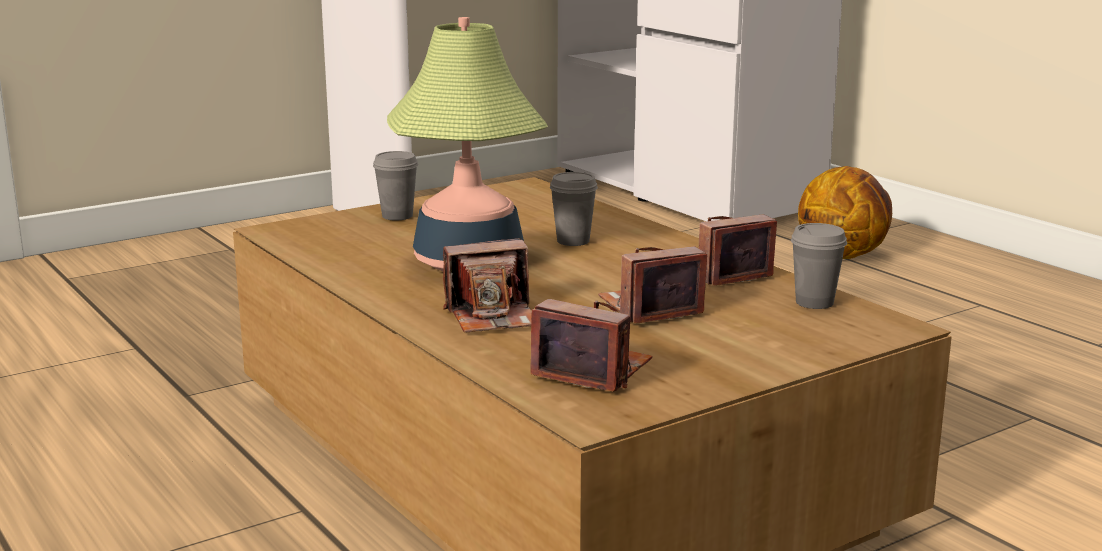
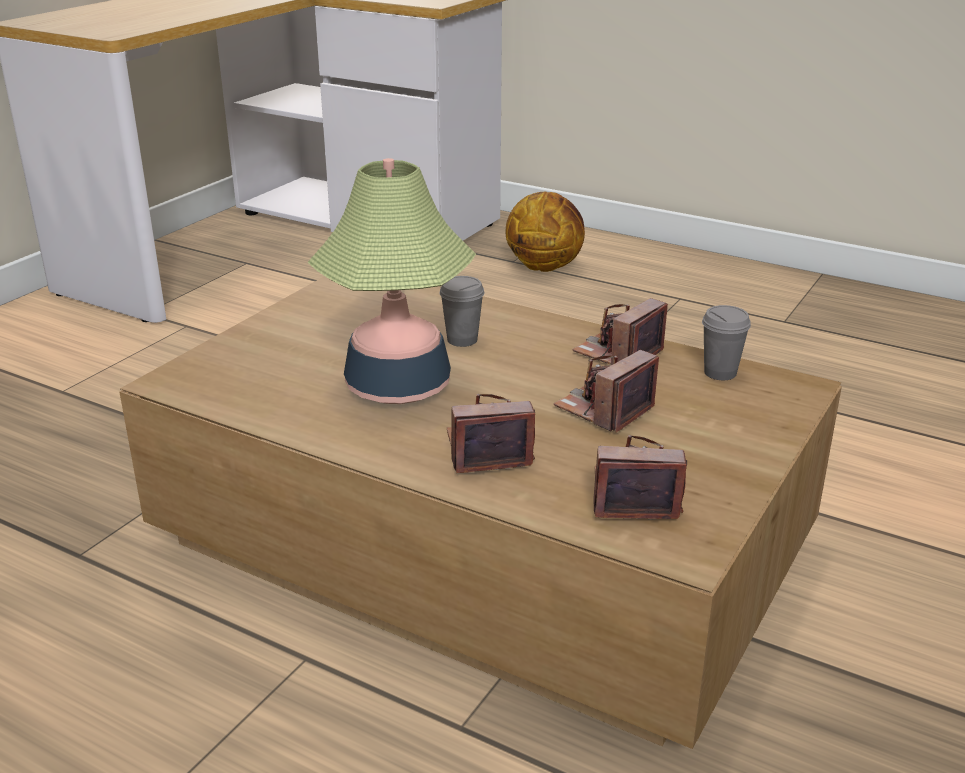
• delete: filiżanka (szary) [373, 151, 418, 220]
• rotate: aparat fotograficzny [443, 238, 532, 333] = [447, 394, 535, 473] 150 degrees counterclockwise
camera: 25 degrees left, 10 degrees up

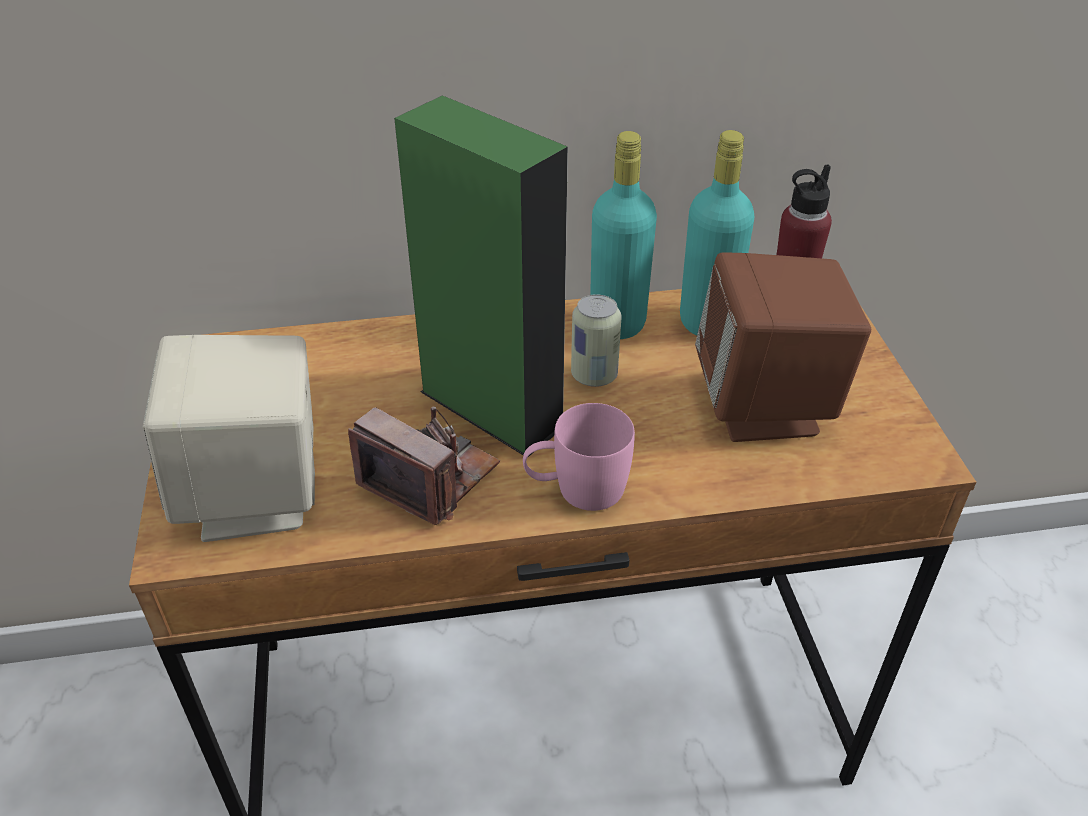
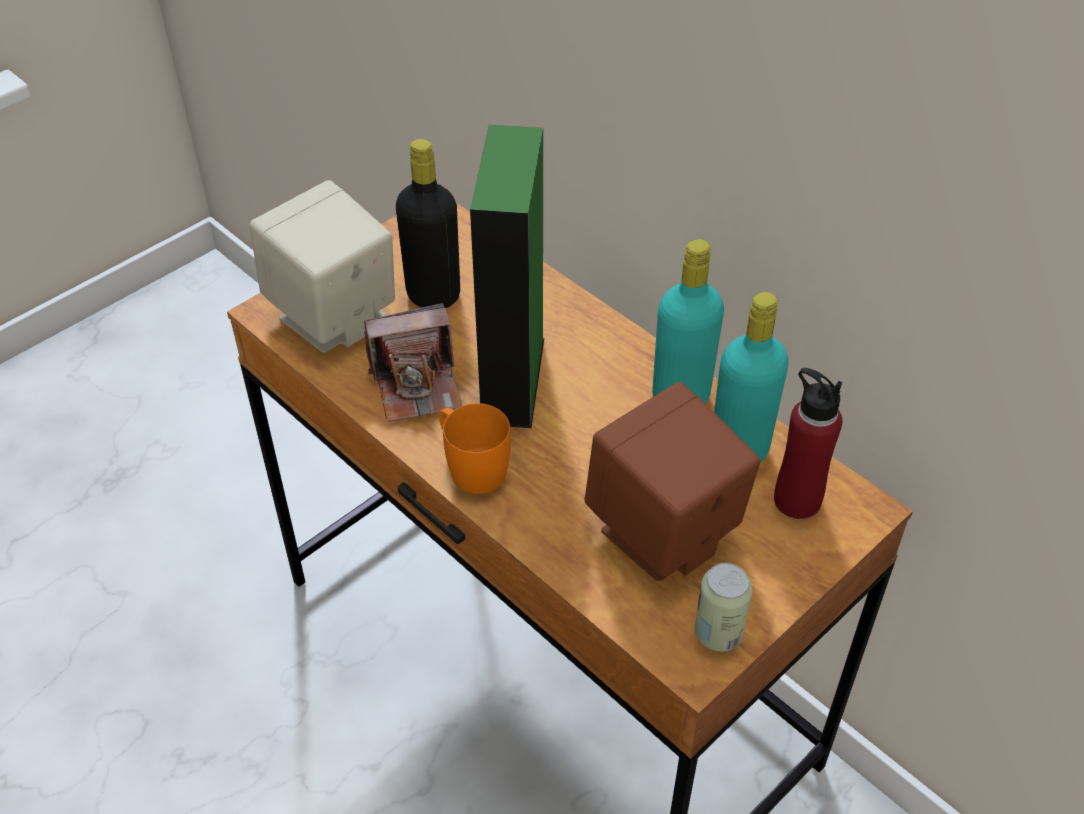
• move: puszka [571, 294, 622, 387] to [694, 563, 752, 652]
• recolor: kubek (różowy) [523, 403, 635, 511] to kubek (pomarańczowy) [439, 403, 511, 494]
• rotate: aparat fotograficzny [348, 407, 500, 525] = [364, 303, 462, 422] 75 degrees clockwise
• insert: butelka (czarny) [396, 139, 460, 308]
camera: 55 degrees right, 5 degrees up

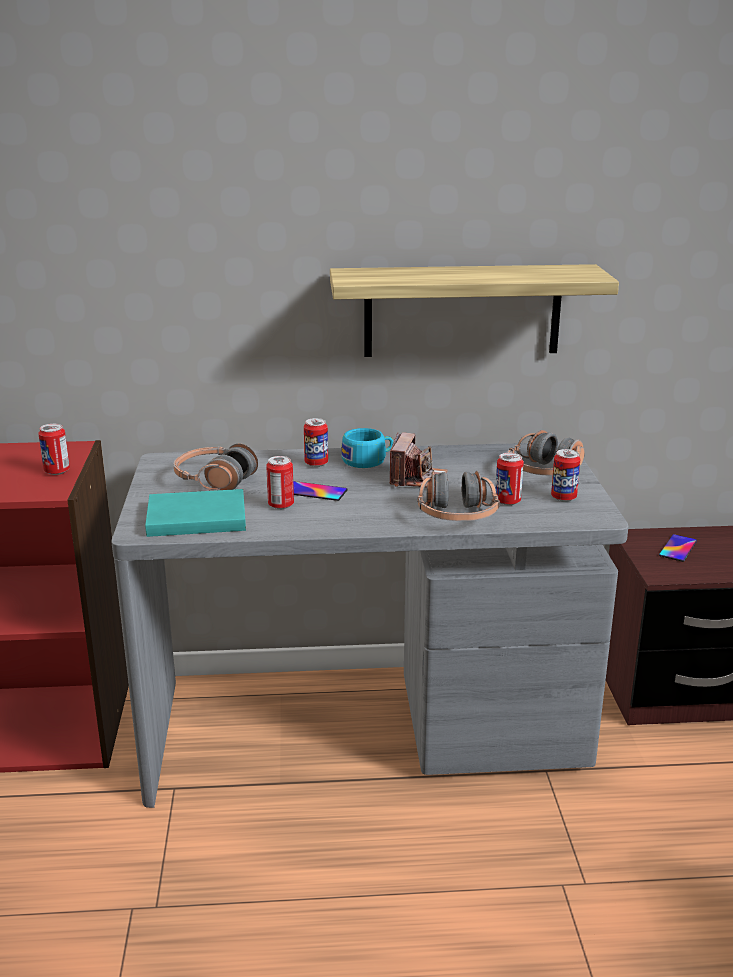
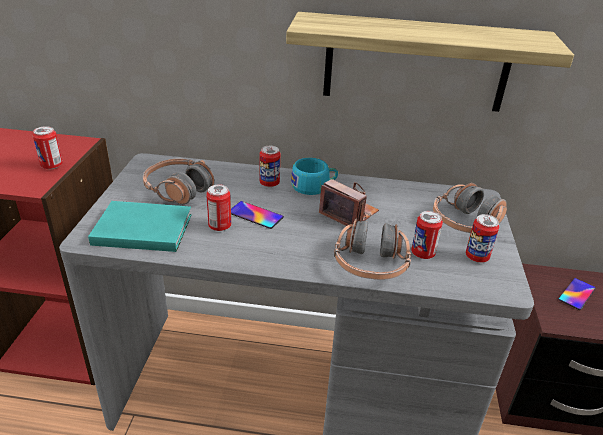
• rotate: aparat fotograficzny [390, 433, 448, 487] = [319, 179, 379, 226] 75 degrees counterclockwise
camera: 10 degrees right, 10 degrees up

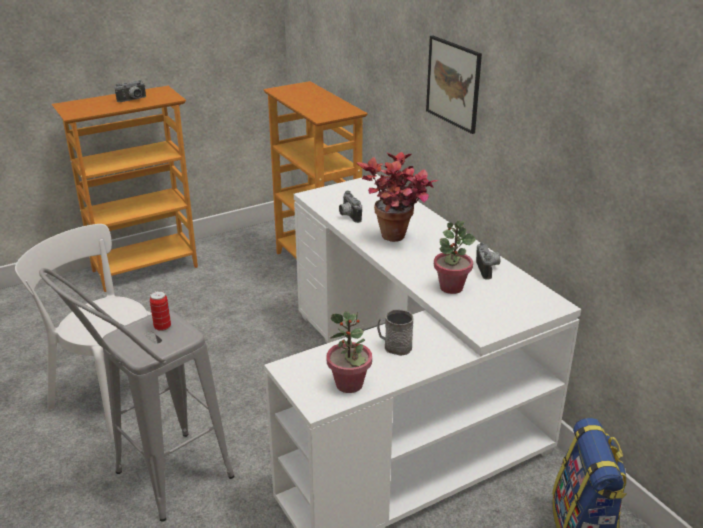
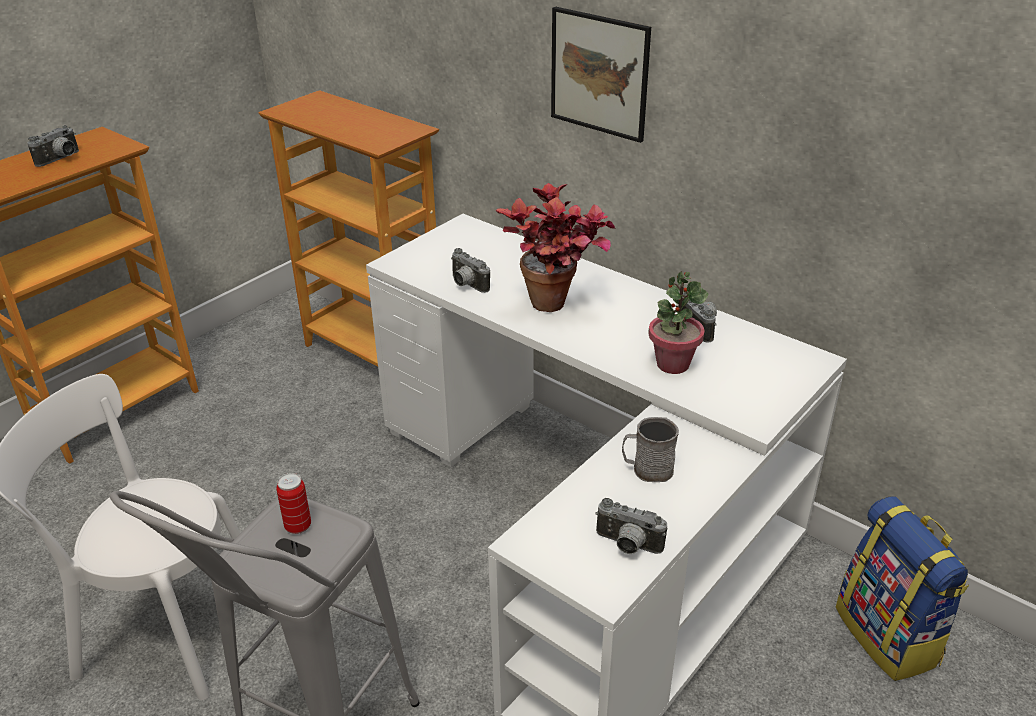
• replace: roślina doniczkowa [327, 311, 372, 393] to aparat fotograficzny [595, 498, 667, 554]
camera: 20 degrees left, 5 degrees up

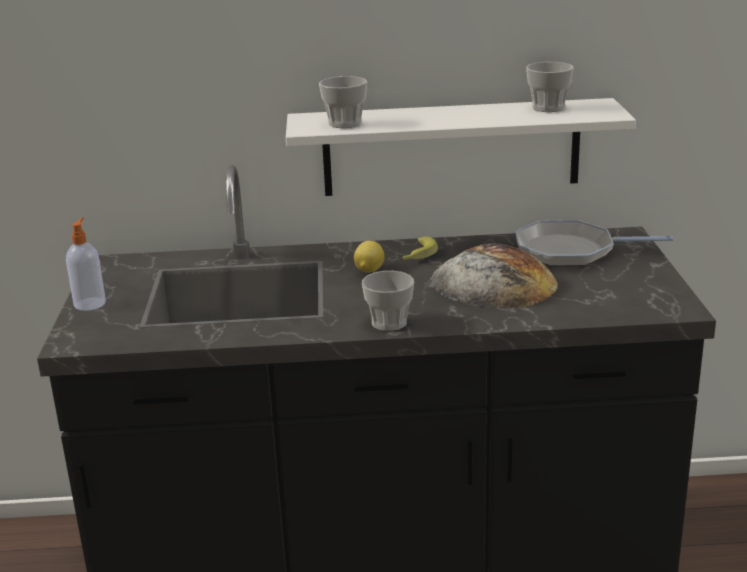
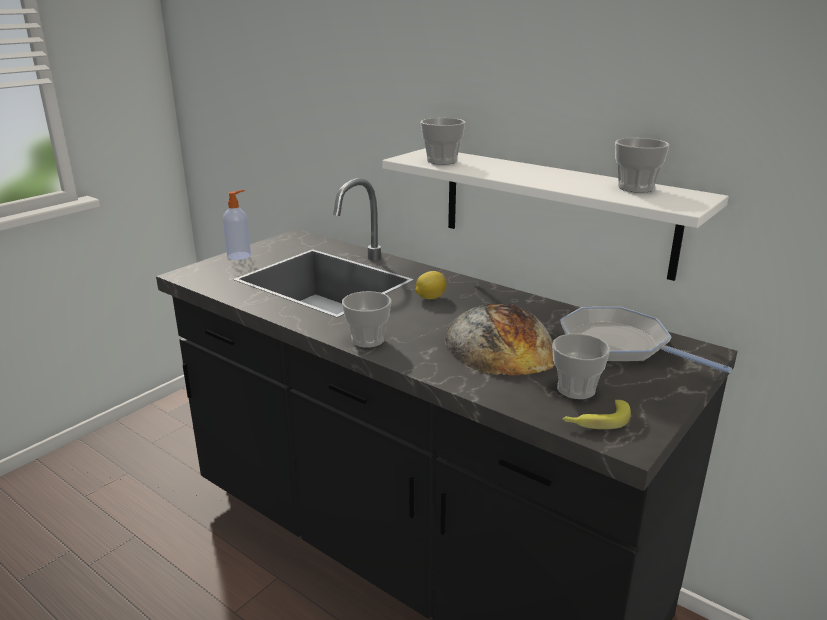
• move: banan [402, 237, 438, 260] to [563, 400, 631, 429]
• insert: filiżanka [552, 334, 610, 399]
camera: 40 degrees right, 0 degrees up

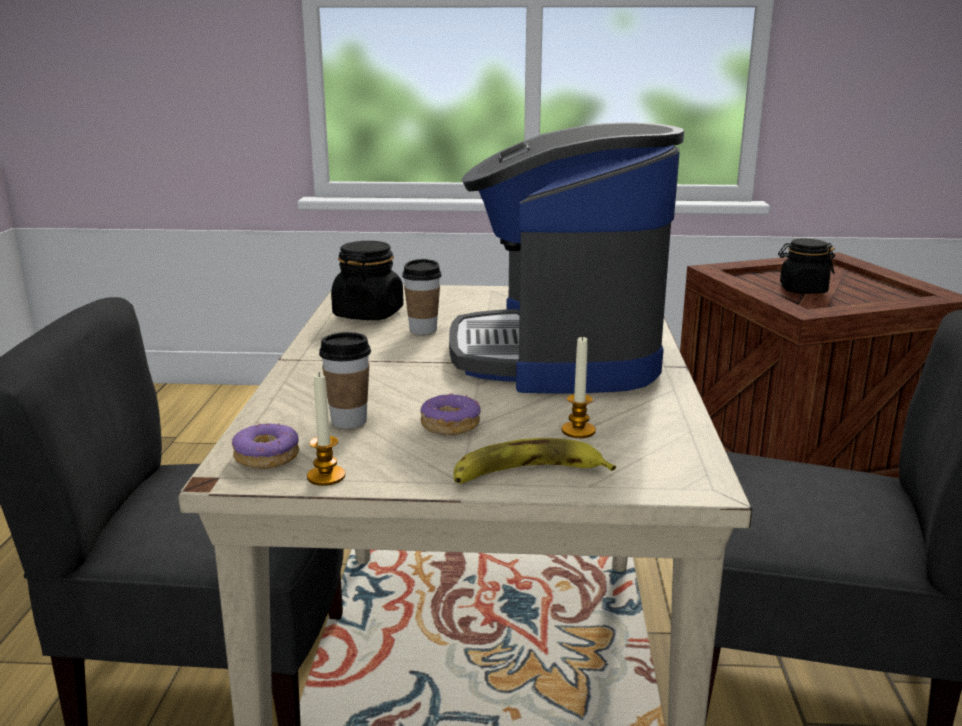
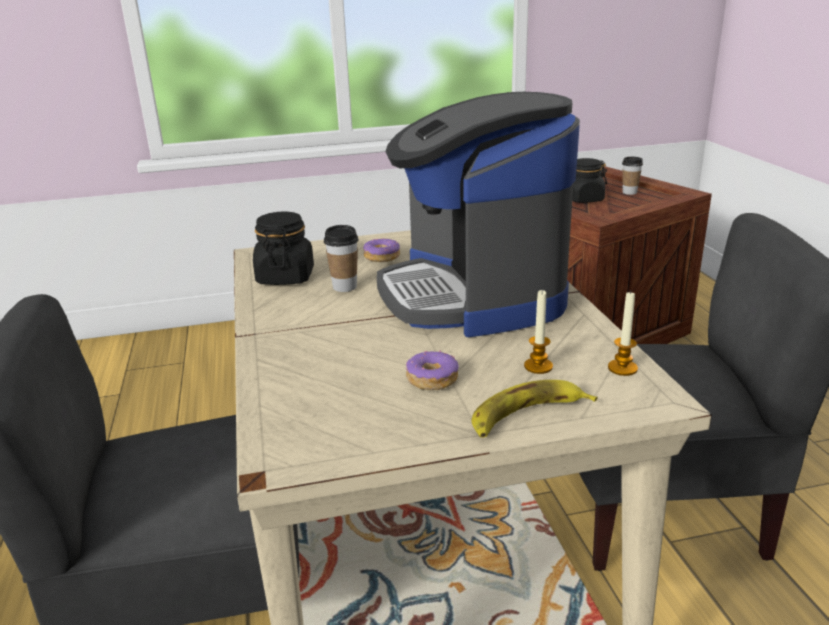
• move: filiżanka [319, 332, 371, 428] to [622, 157, 643, 195]
• move: świeca [307, 373, 345, 486] to [608, 291, 638, 376]
• move: donut [232, 423, 299, 469] to [363, 238, 400, 262]
camera: 15 degrees left, 5 degrees up

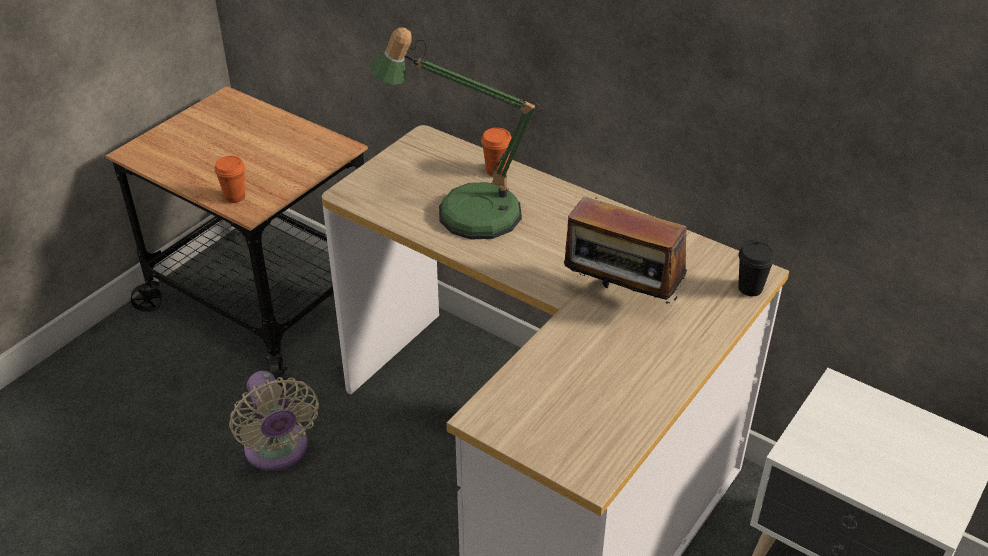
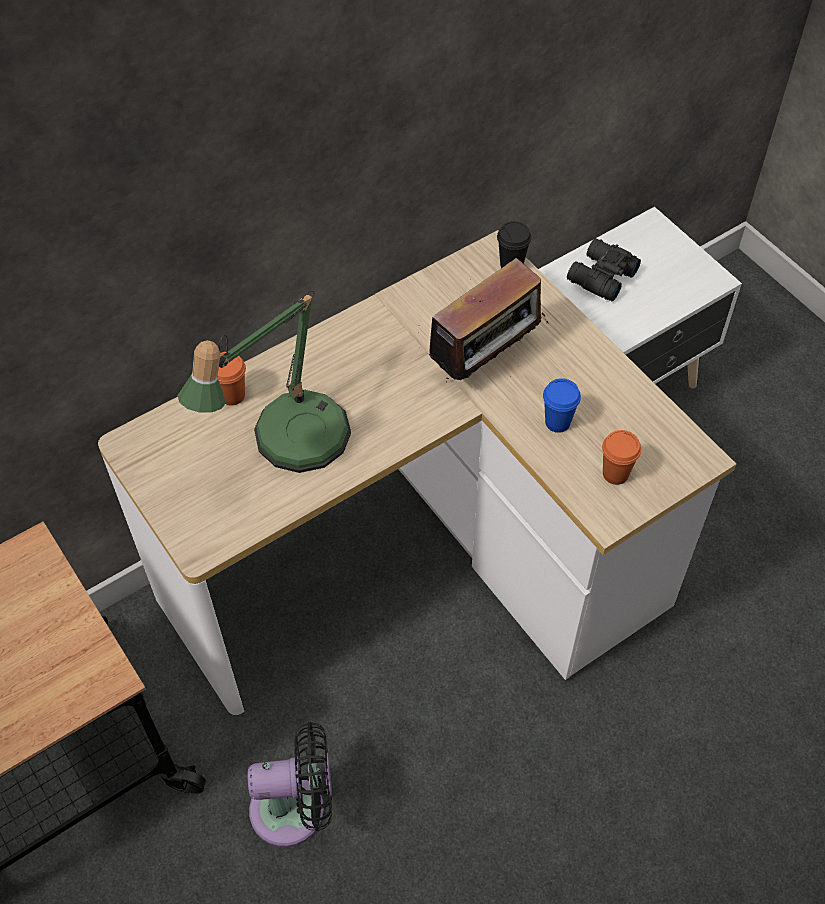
• move: filiżanka (pomarańczowy) [215, 156, 245, 203] to [602, 430, 641, 485]
• recolor: wentylator (beżowy) [229, 371, 319, 471] to wentylator (czarny) [248, 722, 332, 847]
• insert: lornetka (czarny) [567, 238, 641, 301]
• insert: filiżanka (niebieski) [543, 378, 581, 433]
camera: 70 degrees left, 15 degrees up

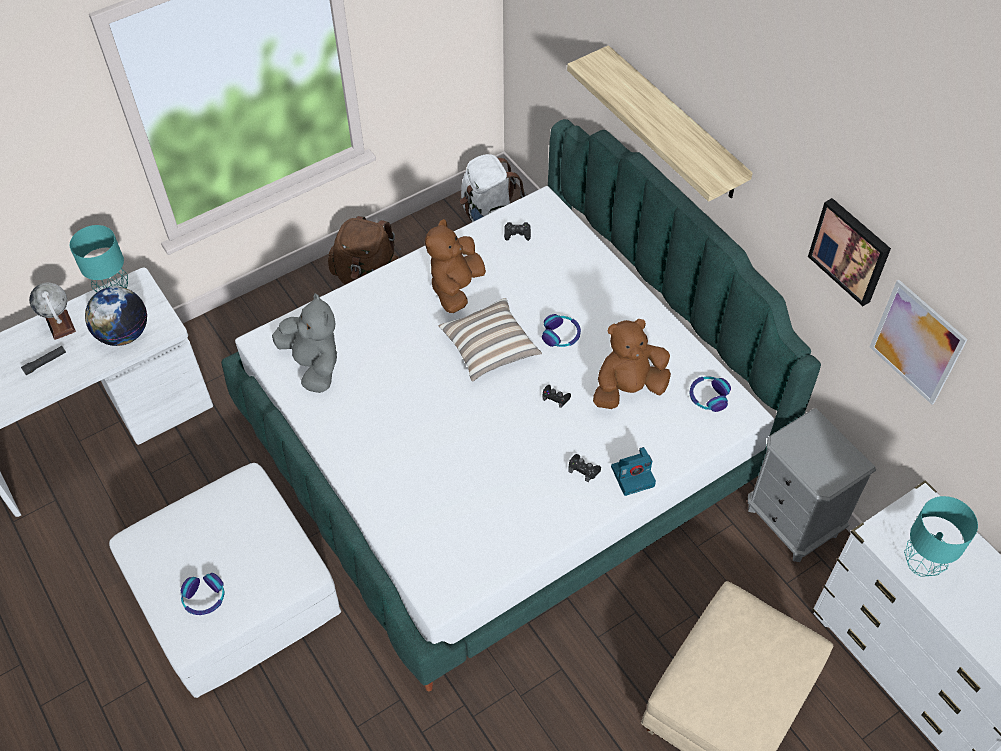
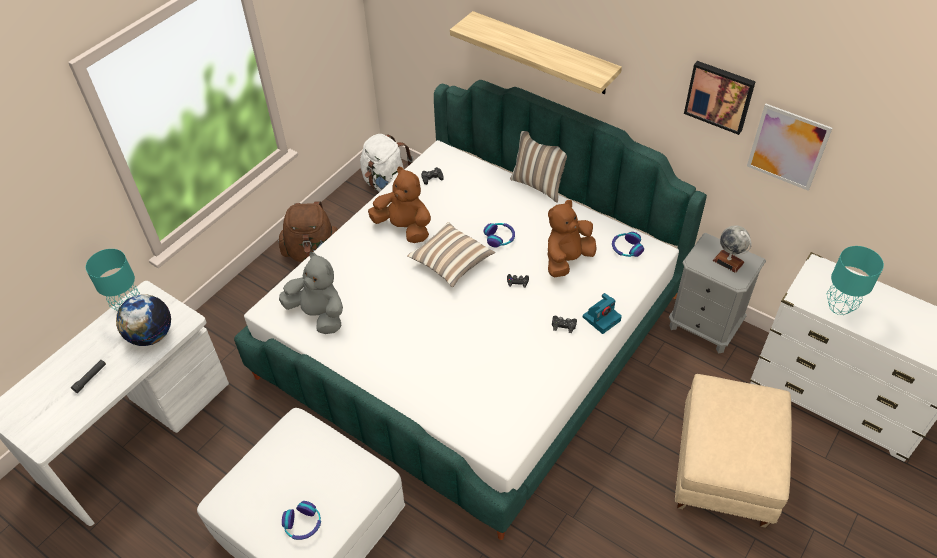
• rotate: pluszak (brązowy) [425, 219, 486, 313] = [368, 167, 431, 243] 120 degrees clockwise
• move: globus [29, 282, 76, 340] to [713, 226, 752, 273]
• insert: poduszka [510, 131, 567, 203]
camera: 20 degrees left, 5 degrees down

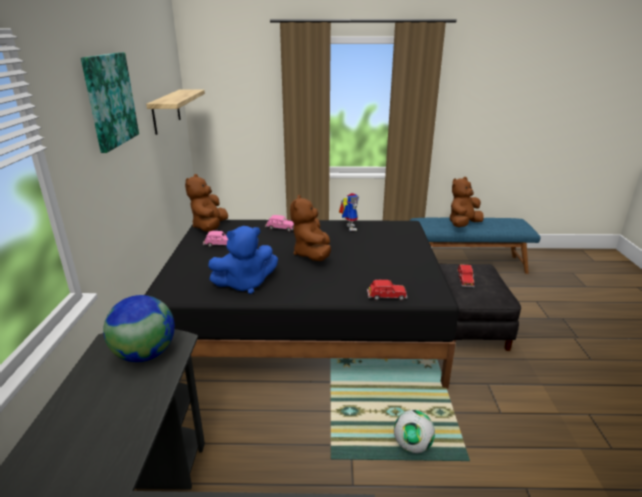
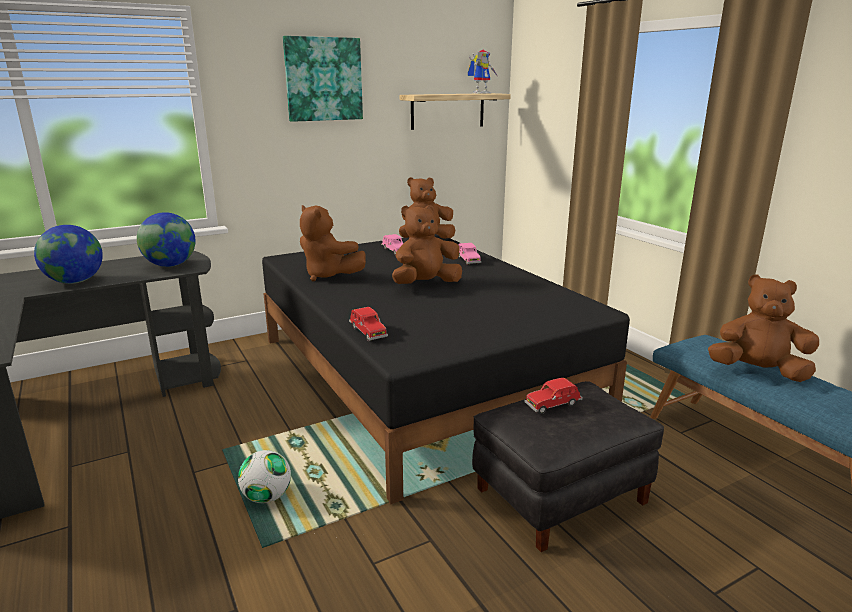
• move: robot zabawkowy [339, 193, 359, 231] to [468, 49, 497, 94]
• recolor: pluszak (niebieski) [208, 226, 278, 294] to pluszak (brązowy) [300, 205, 366, 281]
• insert: globus [34, 225, 103, 284]
camera: 60 degrees right, 5 degrees down

